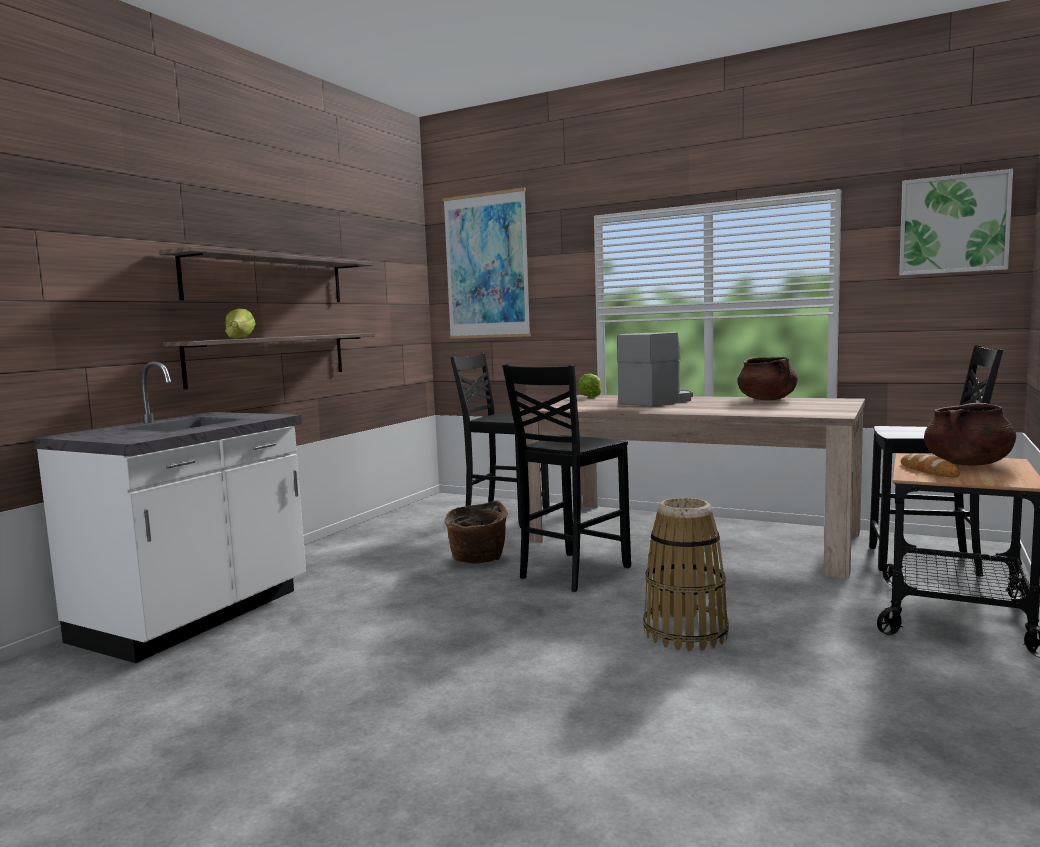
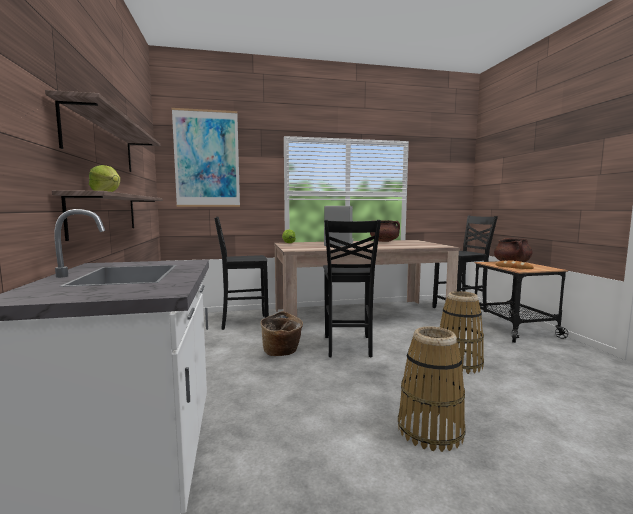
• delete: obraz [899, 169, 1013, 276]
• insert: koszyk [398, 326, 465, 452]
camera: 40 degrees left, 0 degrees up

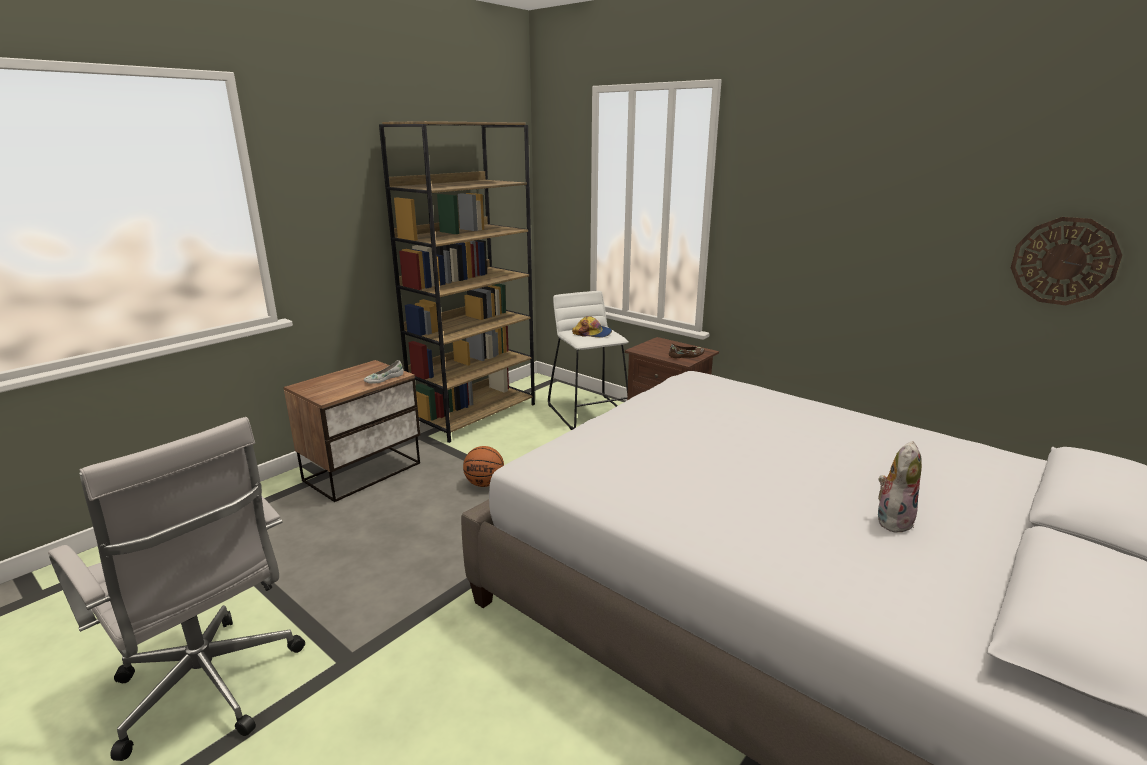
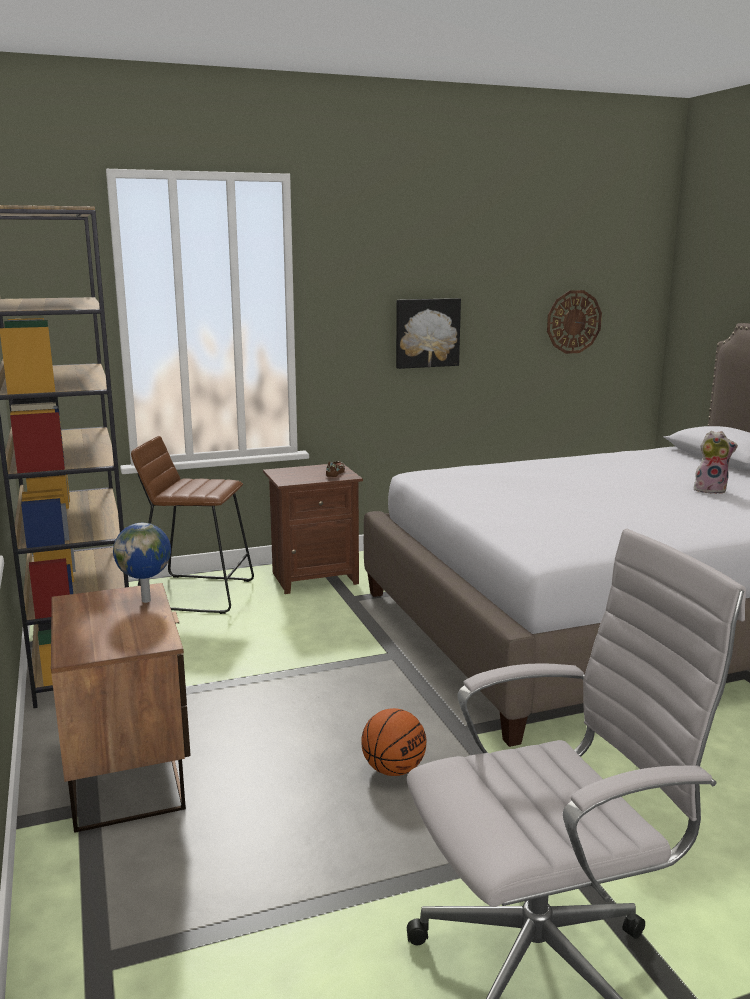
• recolor: stołek (biały) [548, 291, 629, 430] to stołek (brązowy) [131, 436, 254, 614]
• delete: czapka z daszkiem [572, 316, 612, 338]
• replace: but (biały) [364, 360, 404, 384] to globus [113, 523, 171, 603]
• rotate: pluszak [875, 441, 922, 533] = [694, 430, 738, 494] 120 degrees clockwise
• move: piłka do koszykówki [463, 446, 504, 487] to [361, 708, 426, 776]
• insert: obraz [396, 298, 461, 369]
camera: 60 degrees left, 5 degrees down

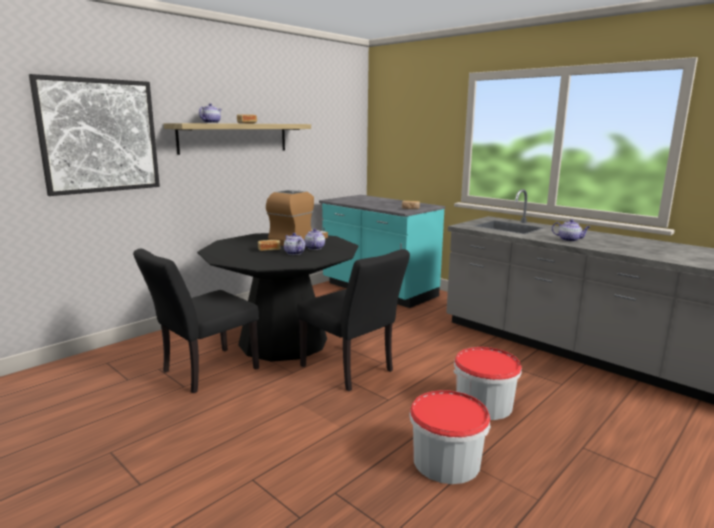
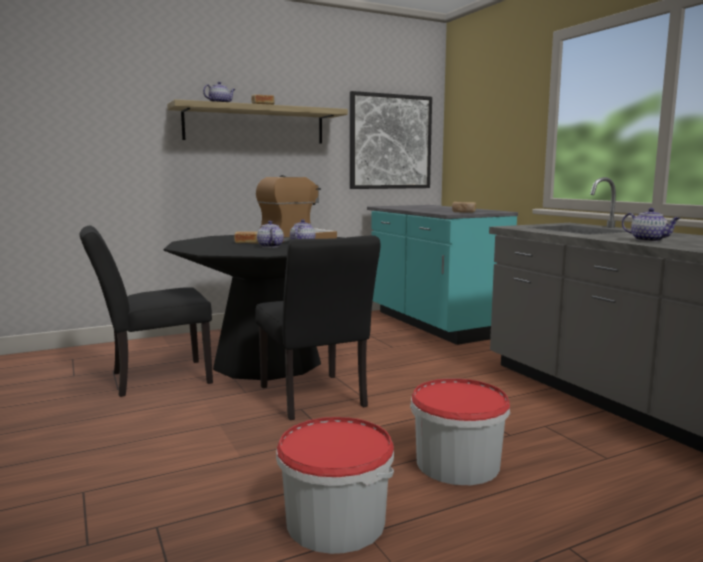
• move: obraz [29, 74, 160, 196] to [350, 91, 432, 189]
camera: 20 degrees right, 5 degrees down

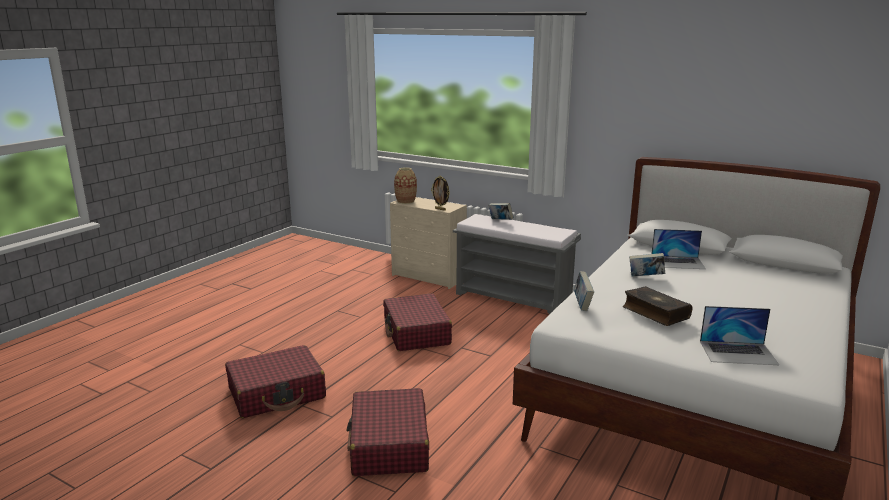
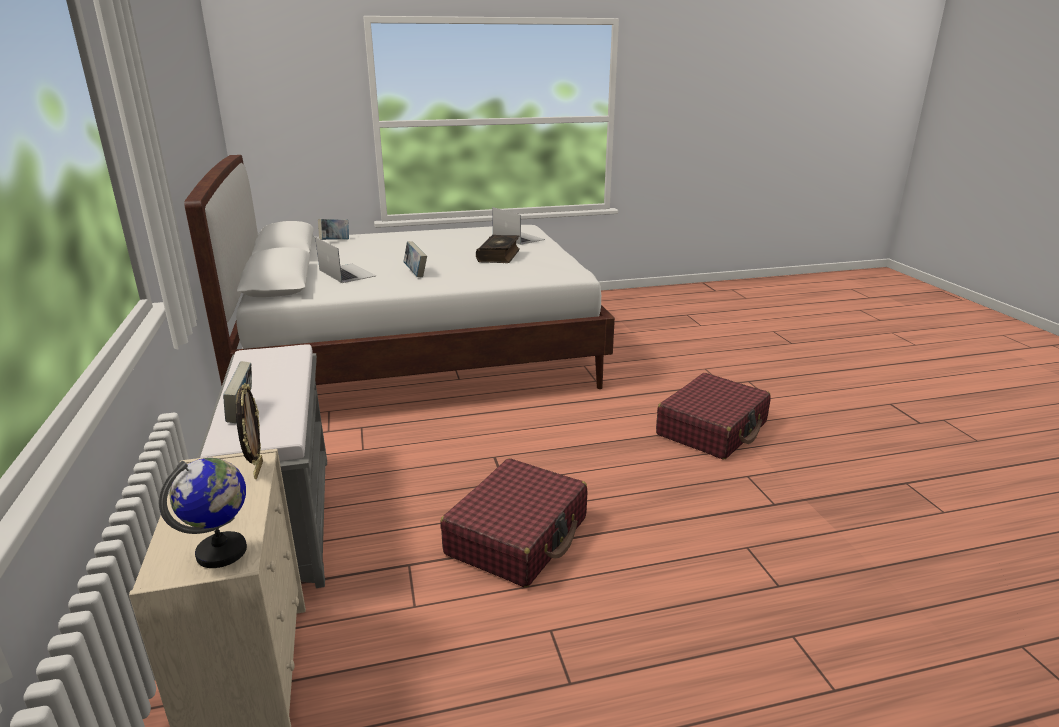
• replace: wazon [394, 167, 417, 204] to globus [158, 458, 247, 568]
• move: książka [574, 271, 594, 311] to [318, 219, 349, 240]
• delete: walizka (czerwony) [225, 345, 326, 418]
camera: 135 degrees left, 5 degrees up

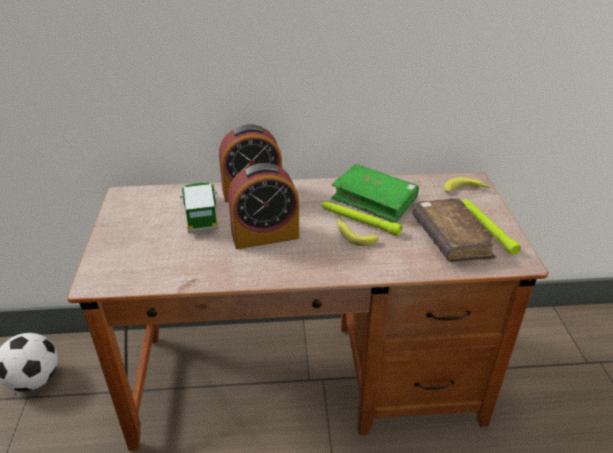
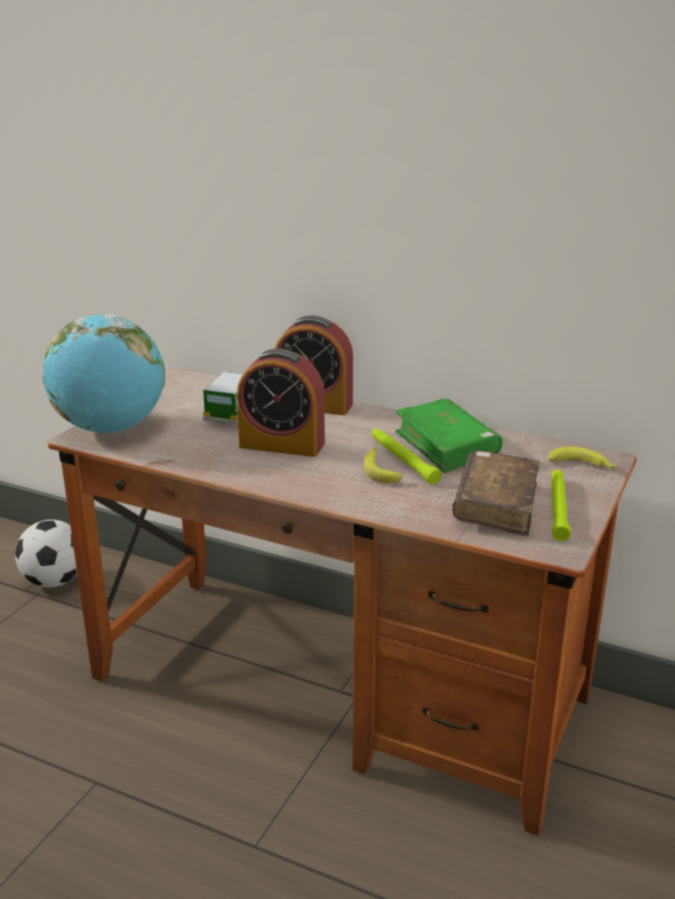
• insert: globus [42, 314, 165, 433]
camera: 30 degrees right, 10 degrees down

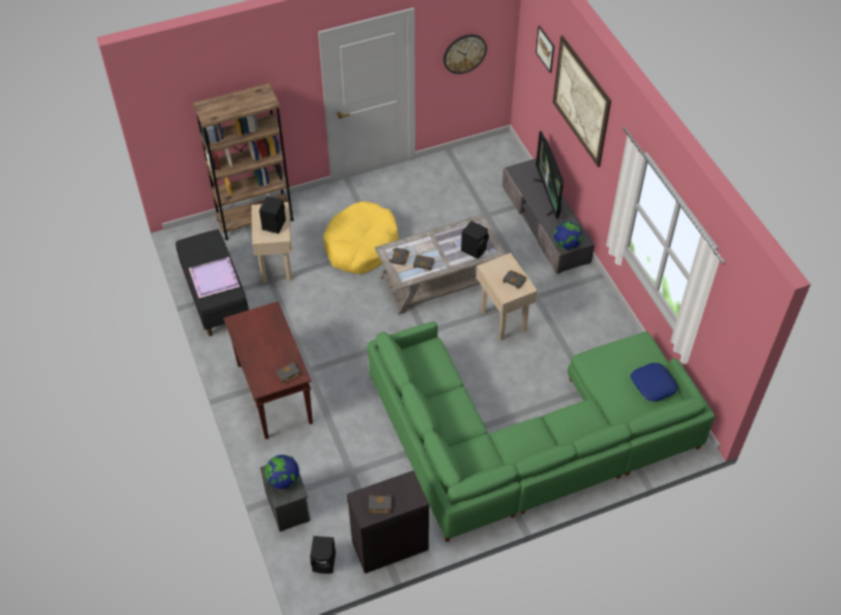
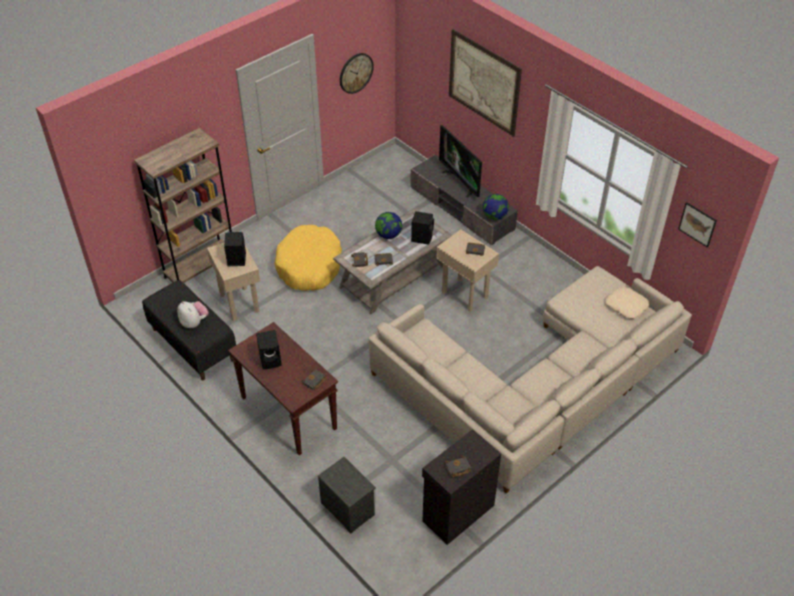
• move: obraz [536, 26, 555, 73] to [678, 202, 717, 248]
• replace: taca (fioletowy) [189, 257, 240, 298] to pluszak [177, 301, 209, 328]
• recolor: kanapa (zielony) [367, 321, 715, 542] to kanapa (beżowy) [369, 266, 692, 494]
• recolor: poduszka (niebieski) [630, 363, 678, 401] to poduszka (beżowy) [605, 287, 649, 319]
• move: globus [265, 455, 299, 489] to [375, 212, 402, 239]
• move: głośnik (czarny) [310, 536, 336, 574] to [256, 330, 282, 369]
camera: 20 degrees left, 5 degrees down

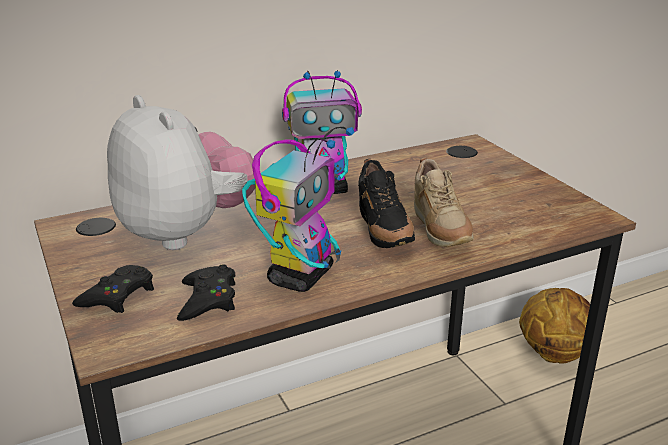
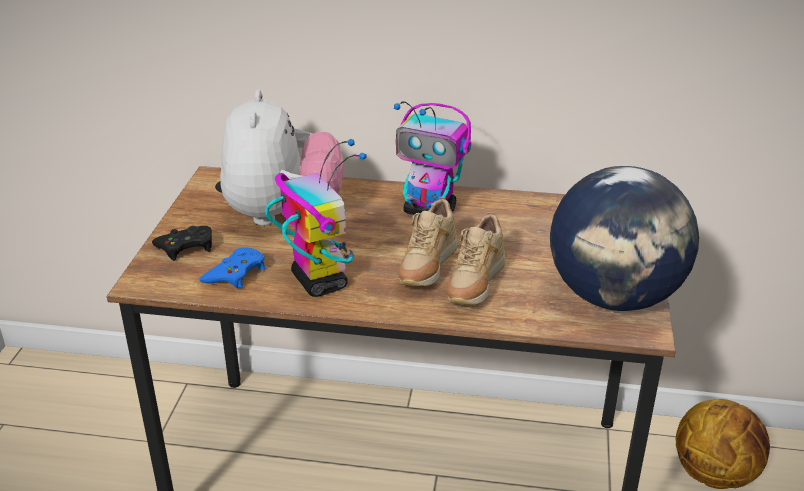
• rotate: robot zabawkowy [242, 127, 354, 292] = [265, 139, 367, 297] 90 degrees counterclockwise
• recolor: but (czarny) [358, 159, 415, 248] to but (beżowy) [398, 197, 457, 286]
• recolor: pad do gier (czarny) [177, 264, 235, 321] to pad do gier (niebieski) [199, 247, 265, 288]
• insert: globus [550, 166, 699, 311]
camera: 35 degrees right, 5 degrees up

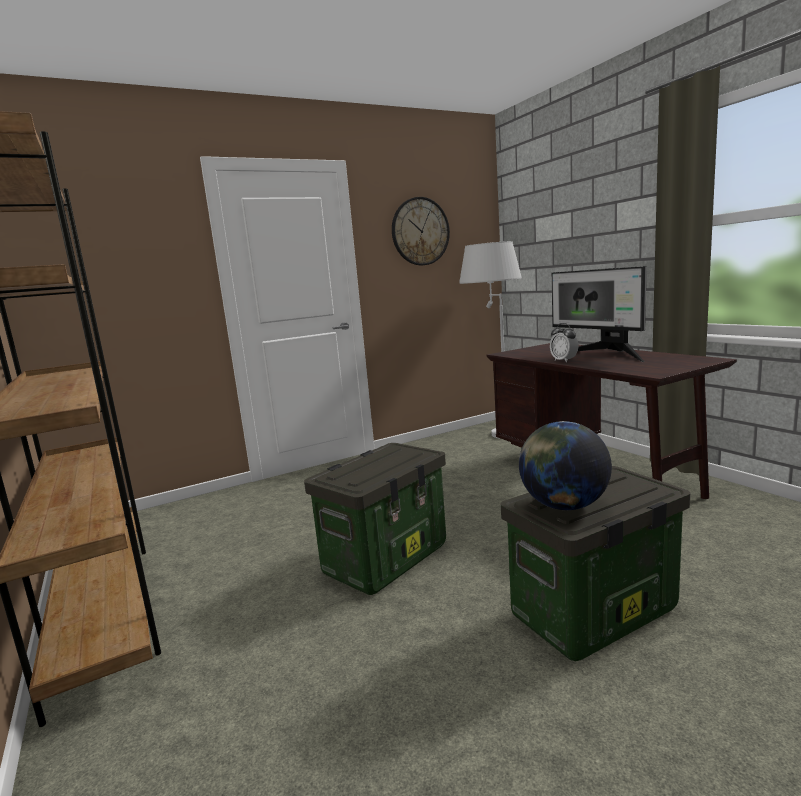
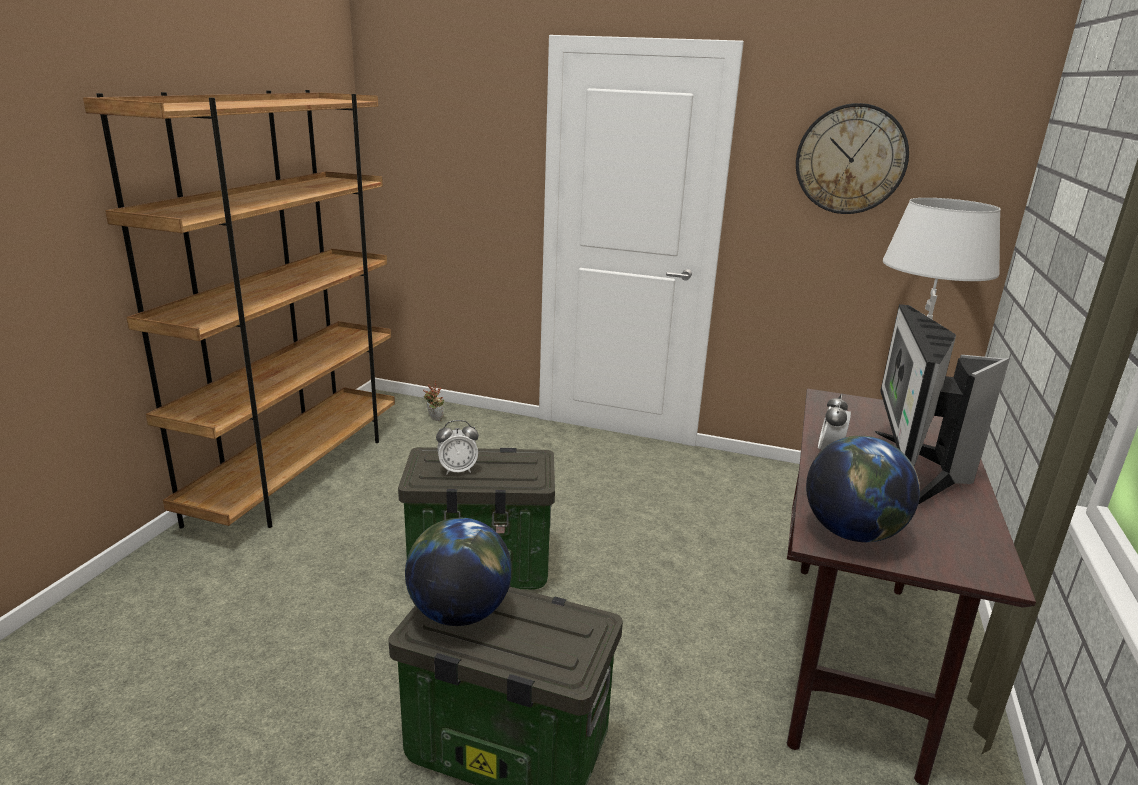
• insert: roślina doniczkowa [423, 381, 444, 421]
• insert: budzik [436, 420, 479, 474]
• insert: globus [806, 436, 920, 542]
camera: 45 degrees right, 10 degrees up

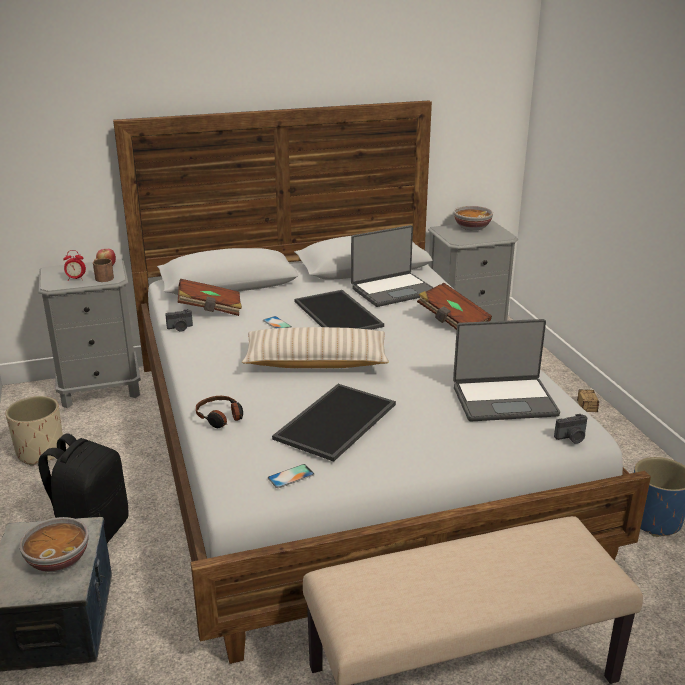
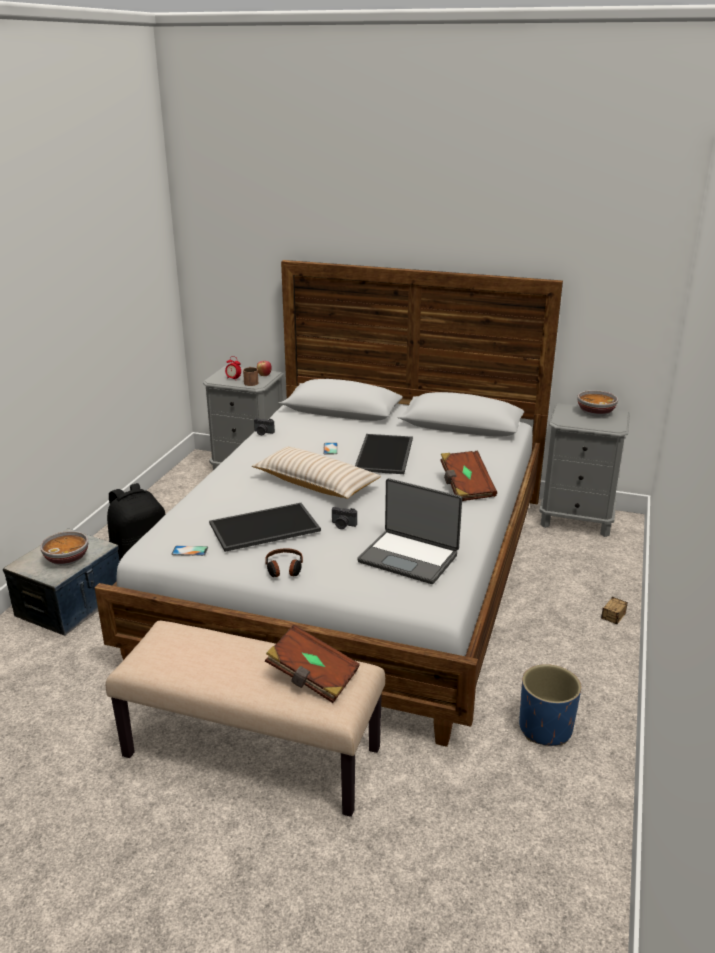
• delete: laptop [351, 225, 434, 307]
• move: książka (brązowy) [178, 279, 242, 316] to [265, 625, 360, 703]
• delete: donica (beżowy) [5, 396, 63, 466]
• move: słuchawki [196, 396, 243, 428] to [265, 548, 303, 577]
• move: aparat fotograficzny [554, 414, 587, 444] to [332, 507, 357, 529]
camera: 35 degrees right, 0 degrees up

